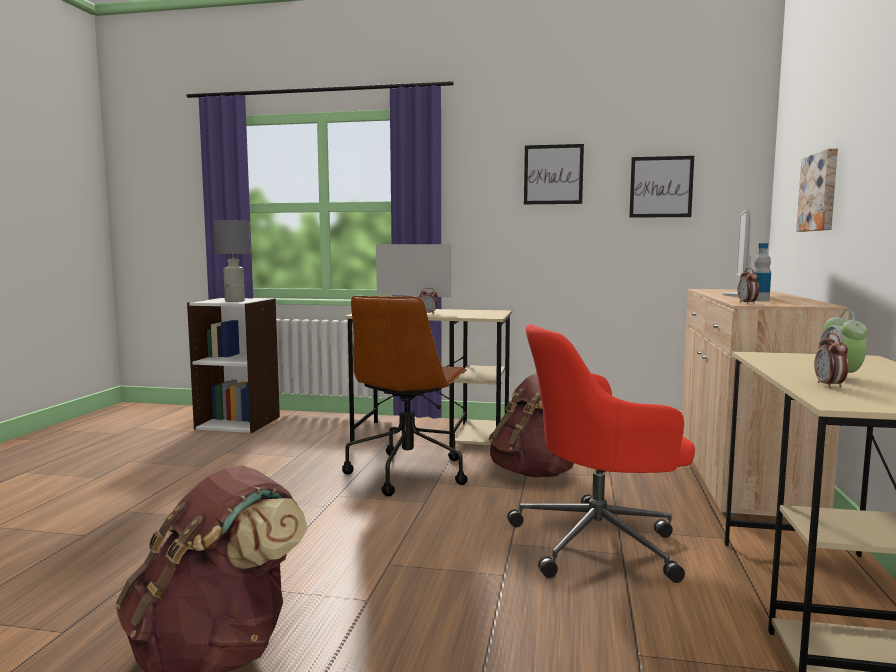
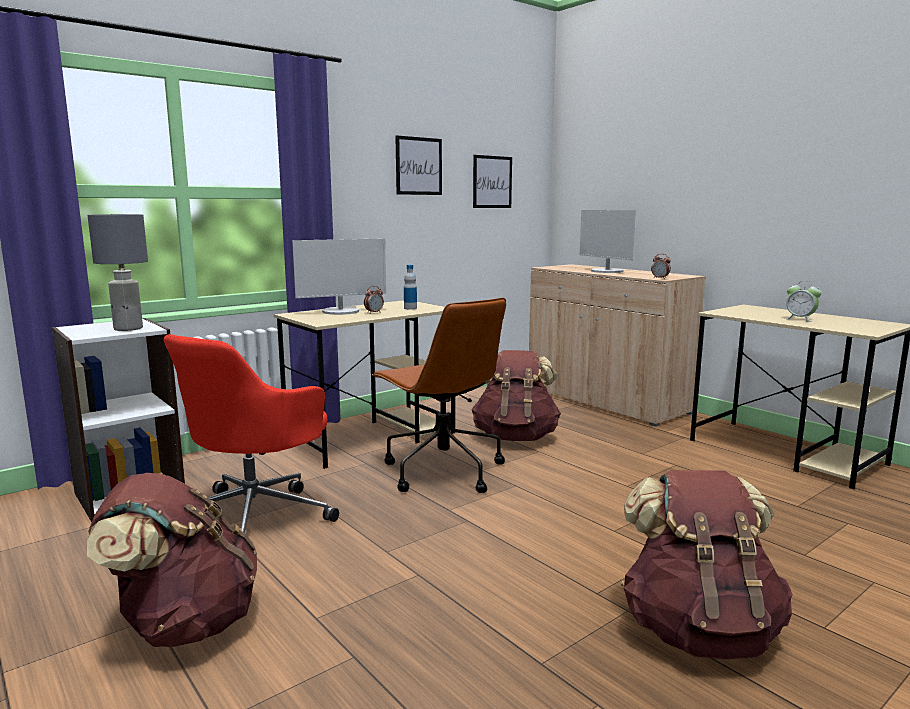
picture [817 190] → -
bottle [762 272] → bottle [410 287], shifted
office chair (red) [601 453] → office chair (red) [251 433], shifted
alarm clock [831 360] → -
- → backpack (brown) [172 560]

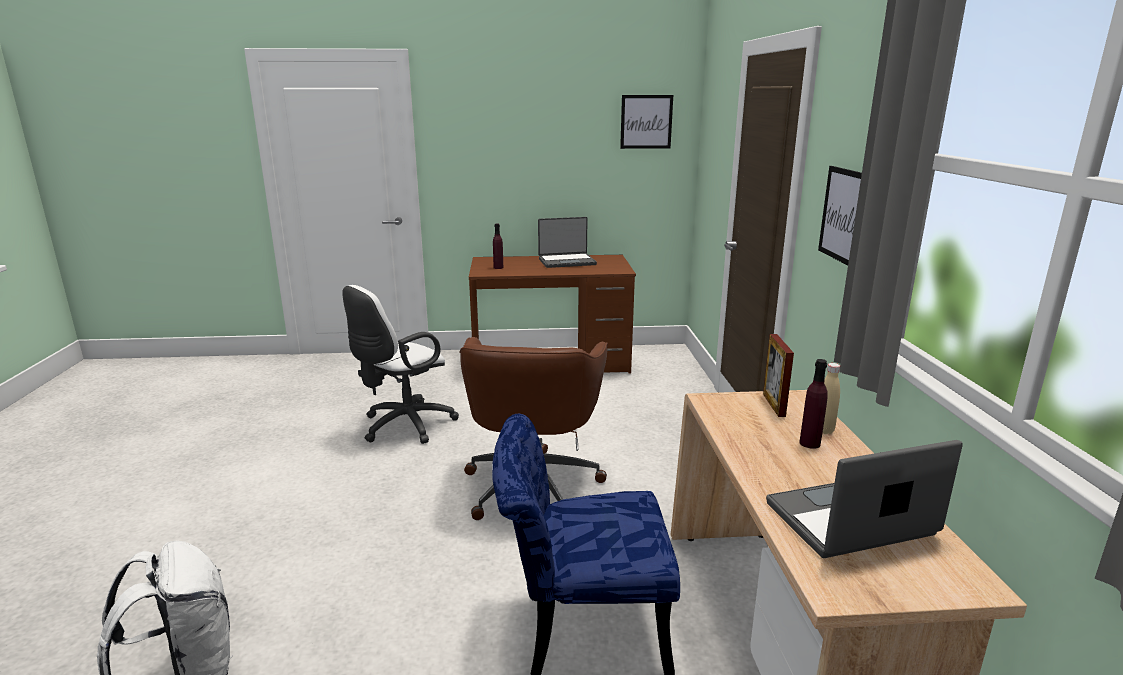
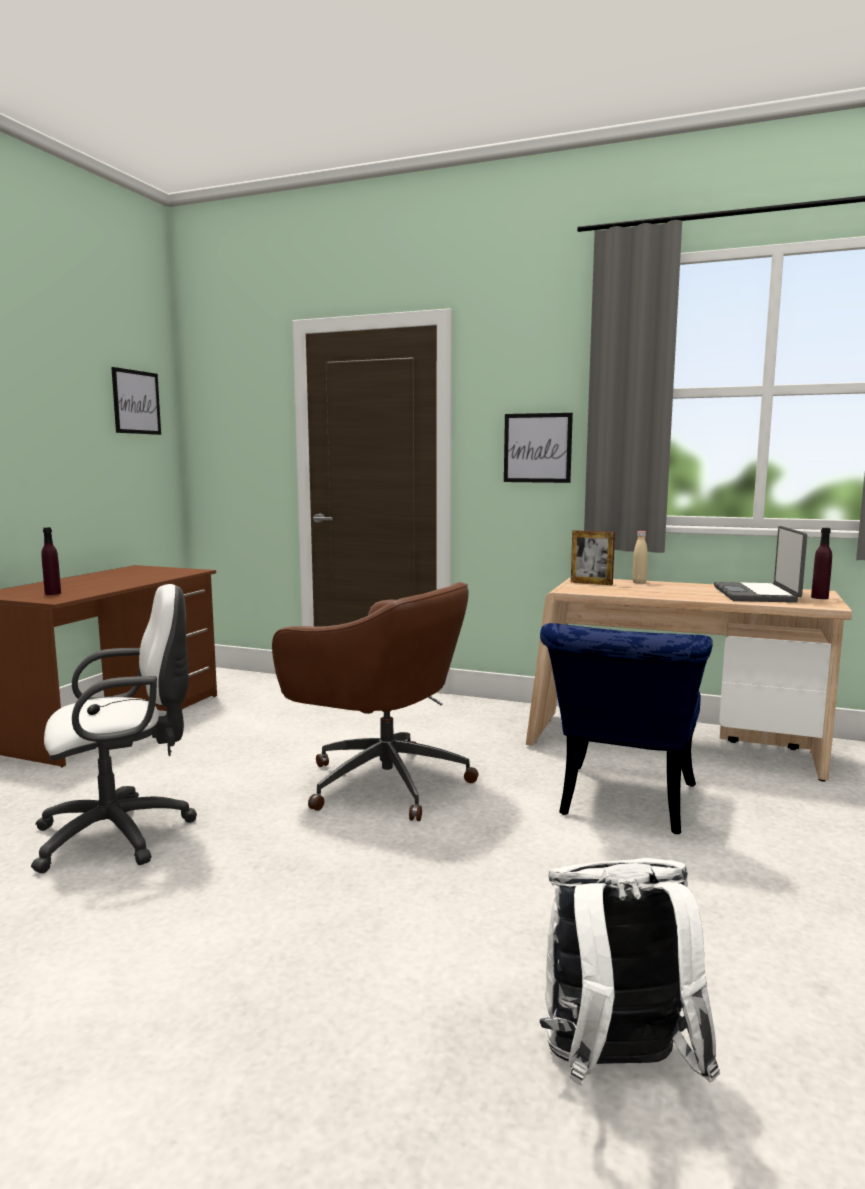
laptop [567 242] → -
office chair (white) [400 364] → office chair (white) [114 728], 90 degrees counterclockwise
bottle (purple) [813 404] → bottle (purple) [821 563], shifted

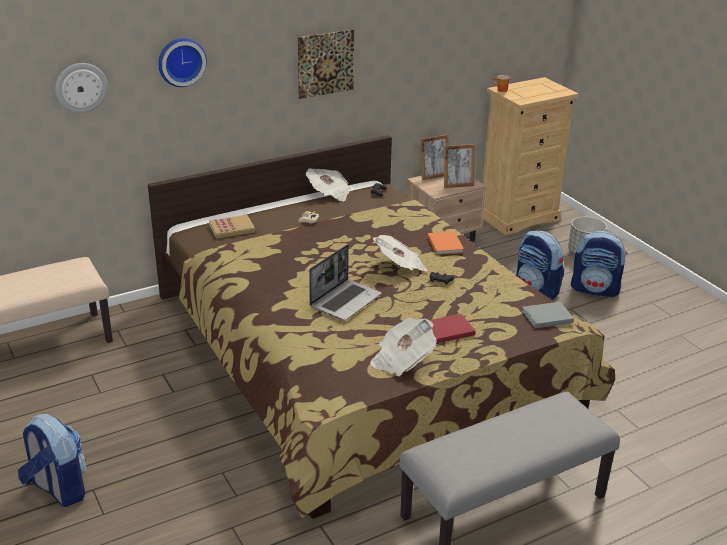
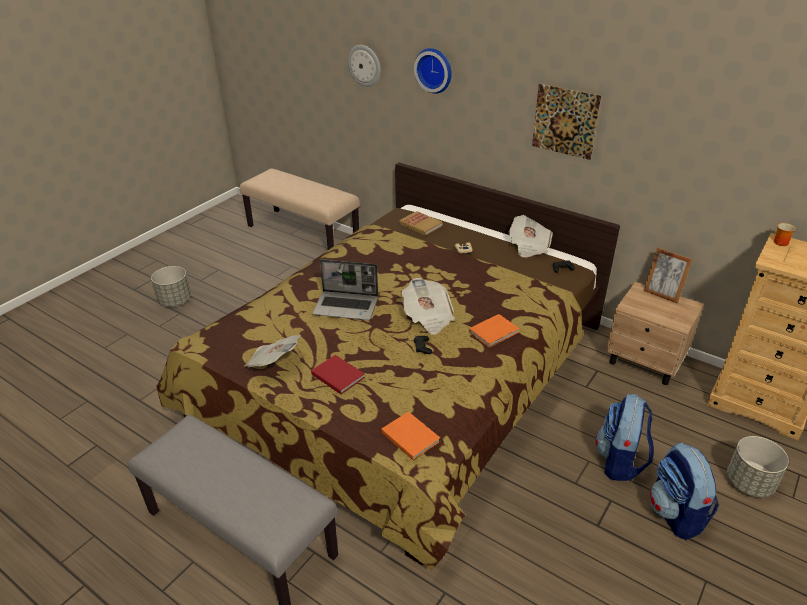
picture frame [459 166] → -
book (grey) [548 315] → book (orange) [410 436]
backpack [52 460] → planter (grey) [171 286]

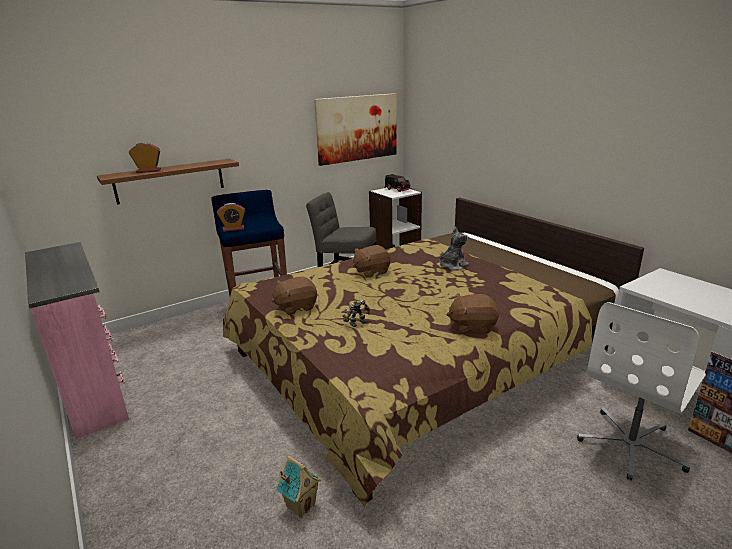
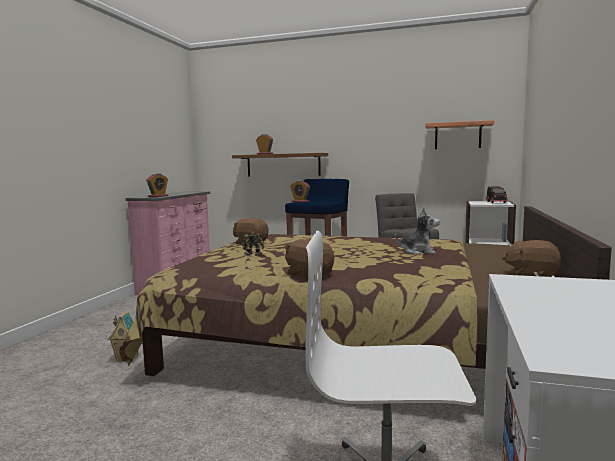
picture [355 129] → shelf [460 134]
plush toy (brown) [371 261] → plush toy (brown) [531 258], shifted
- → alarm clock [157 185]

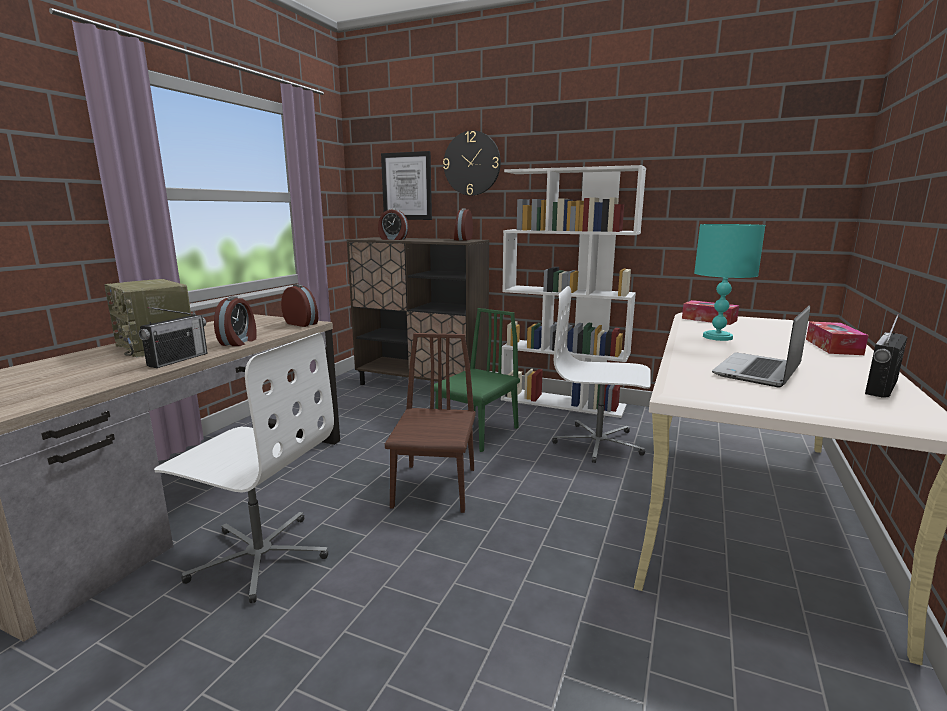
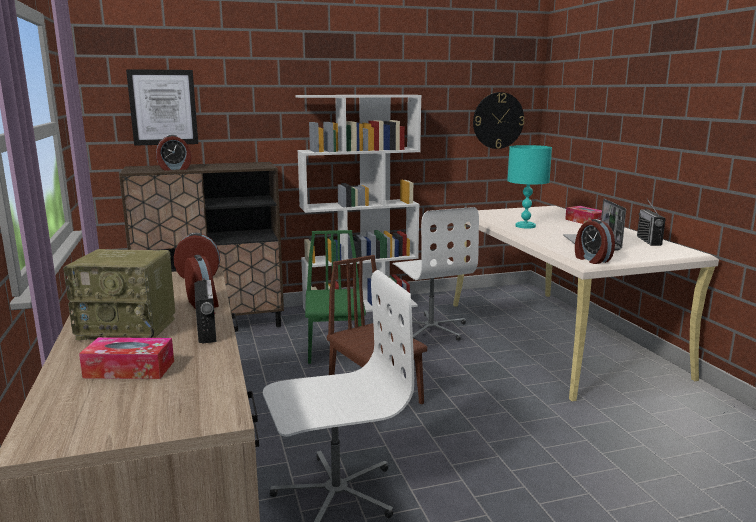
wall clock [472 163] → wall clock [499 120], shifted
alarm clock [463 224] → alarm clock [595 241], shifted
office chair (white) [601 374] → office chair (white) [435 274], 90 degrees counterclockwise
tissue box [710 312] → tissue box [126 358], shifted

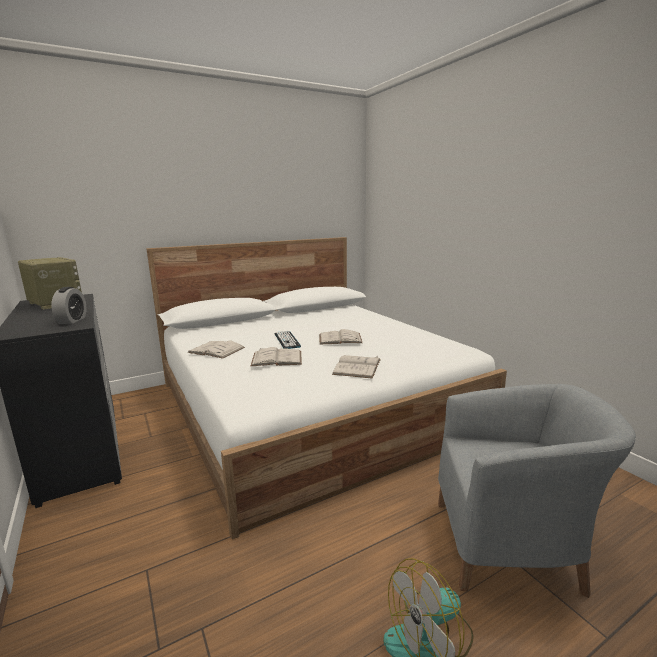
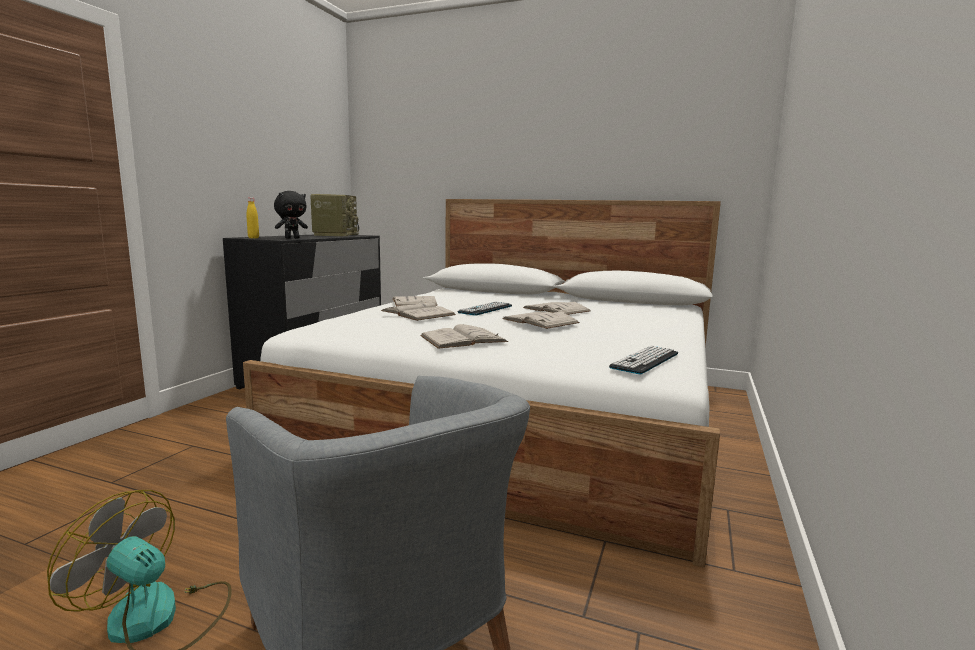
alarm clock [68 305] → plush toy (black) [291 215]
- → bottle (yellow) [253 218]
- → book (white) [556 308]
- → keyboard [643 360]

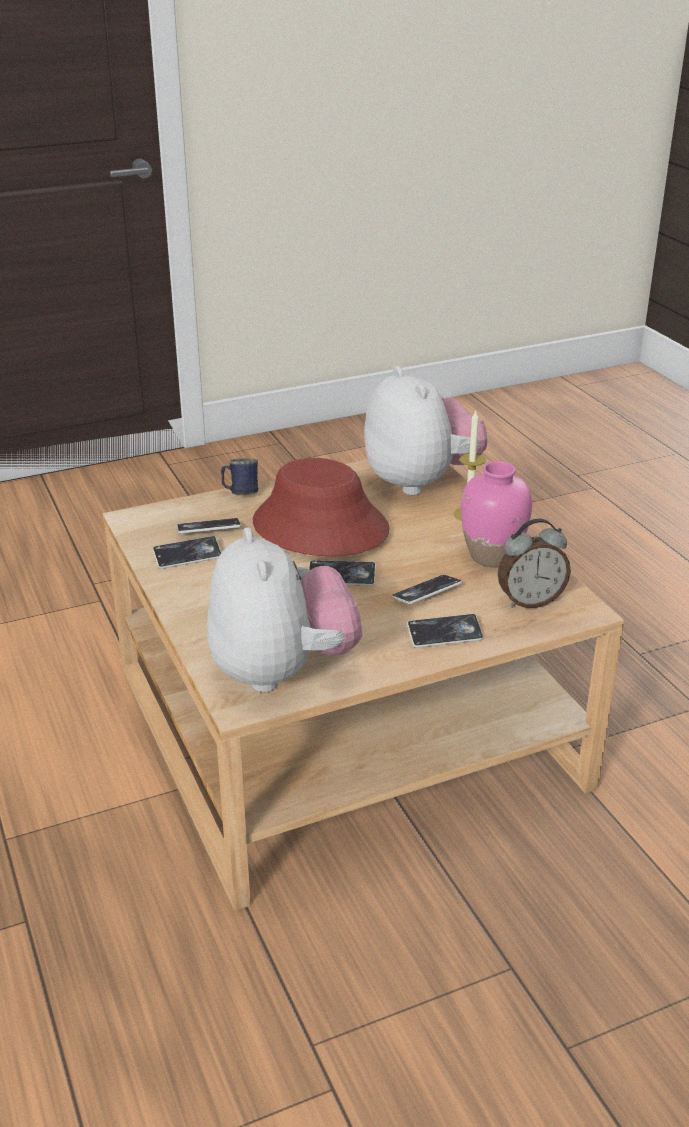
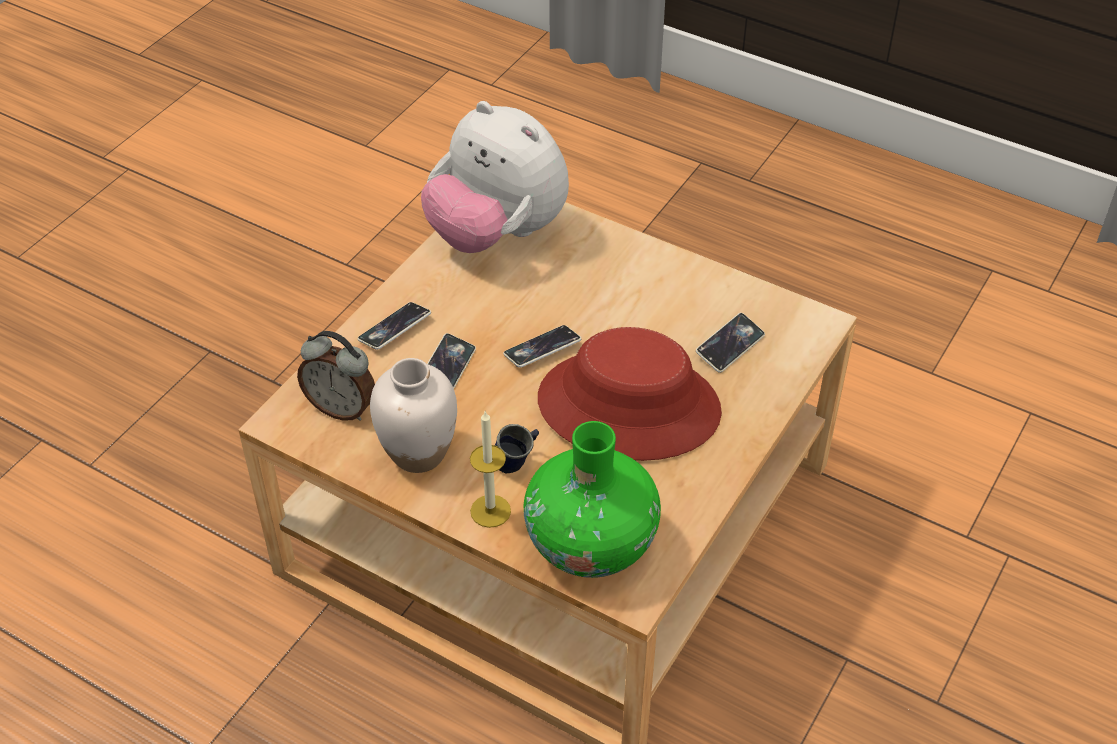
plush toy [425 431] → vase (green) [592 499]
mug (blue) [239 476] → mug (blue) [516 449], shifted
vase (pink) [496 514] → vase (white) [413 415]
alarm clock [534 563] → alarm clock [336 376], 105 degrees counterclockwise
phone [187 552] → -

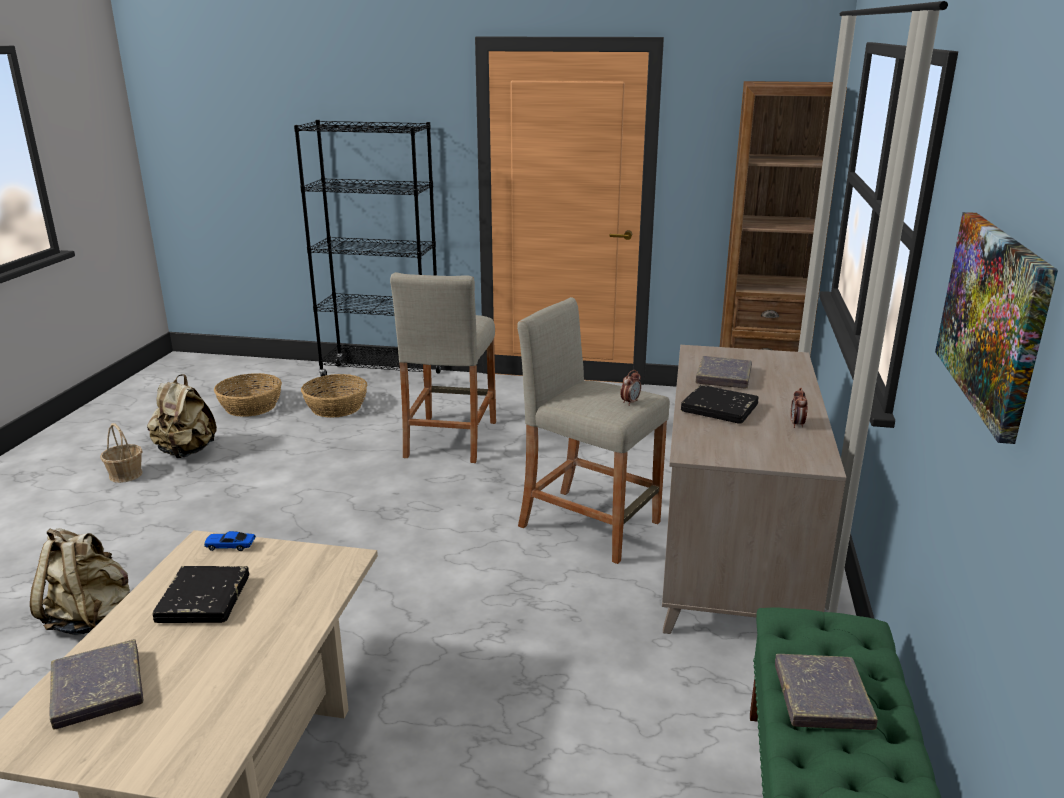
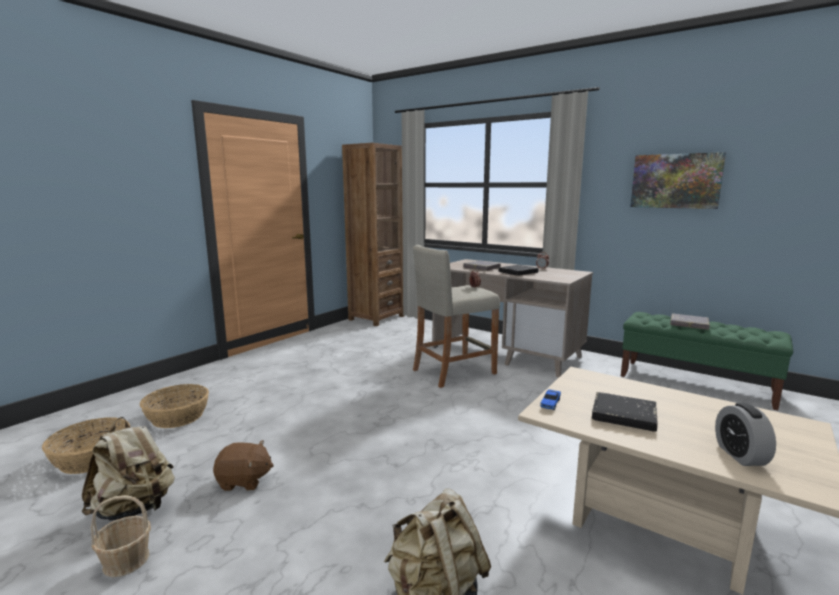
bookcase (black) [368 250] → -
stool (beige) [443 367] → -
book (grey) [96 684] → alarm clock [745 434]
- → plush toy (brown) [243 465]

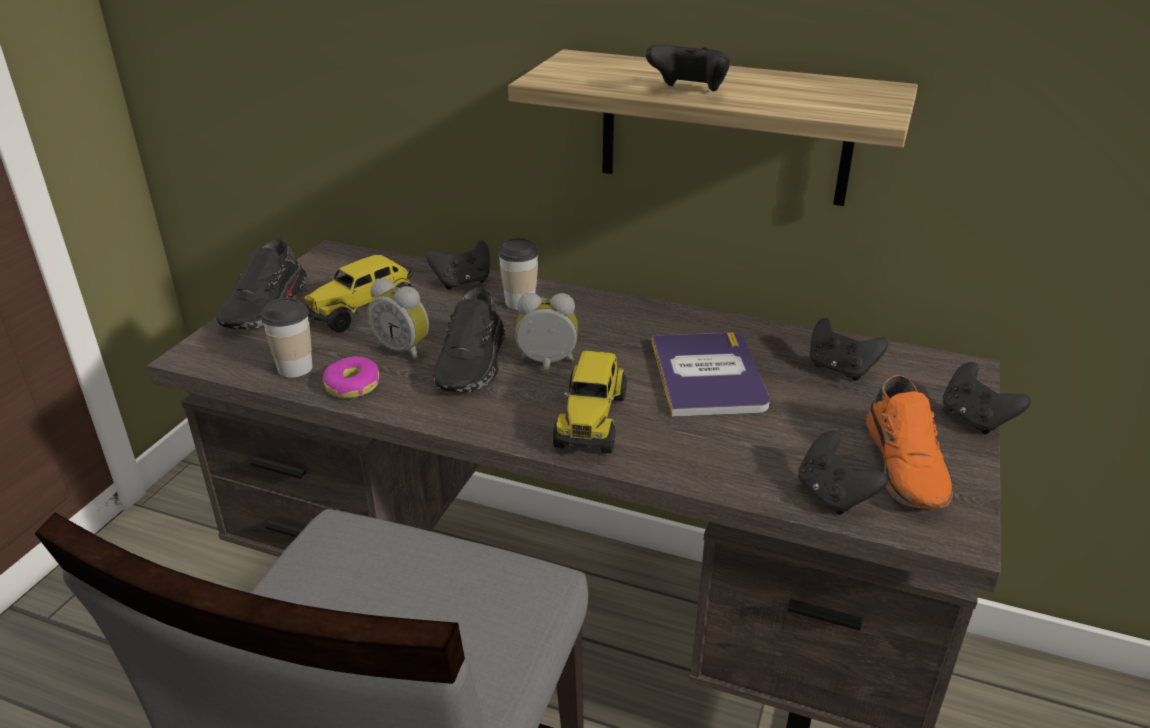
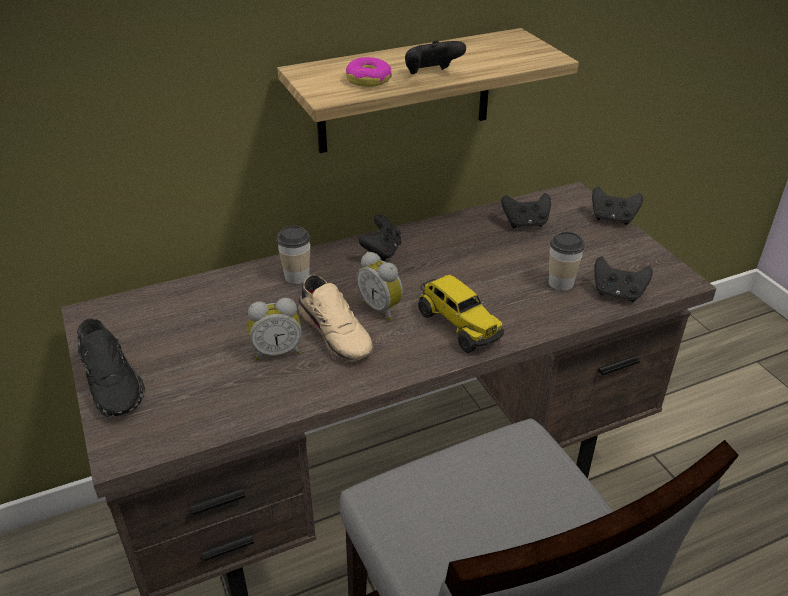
game controller (black) [458 265] → game controller (black) [380 238], shifted
toy truck [358 293] → -
shoe (black) [469 339] → shoe (beige) [335 318]
alarm clock [546 333] → alarm clock [379 286], 90 degrees counterclockwise
cup [287 338] → cup [567 261], shifted
book [711 375] → -
donut [351 377] → donut [369 72], shifted
shoe (orange) [909 442] → -

